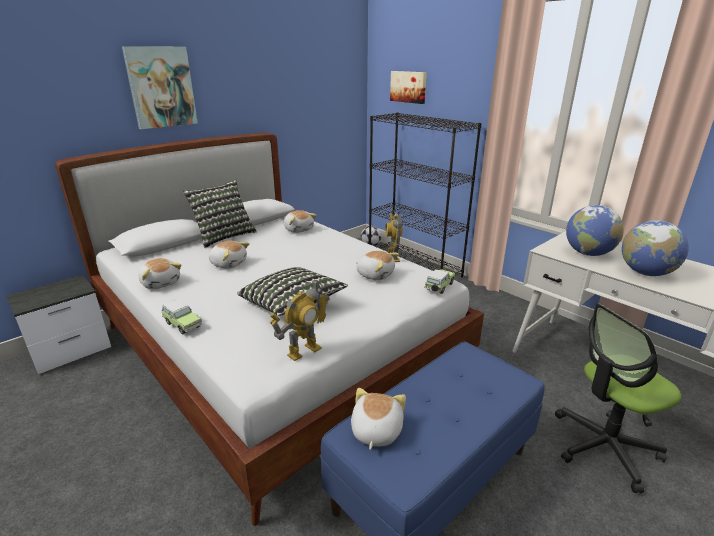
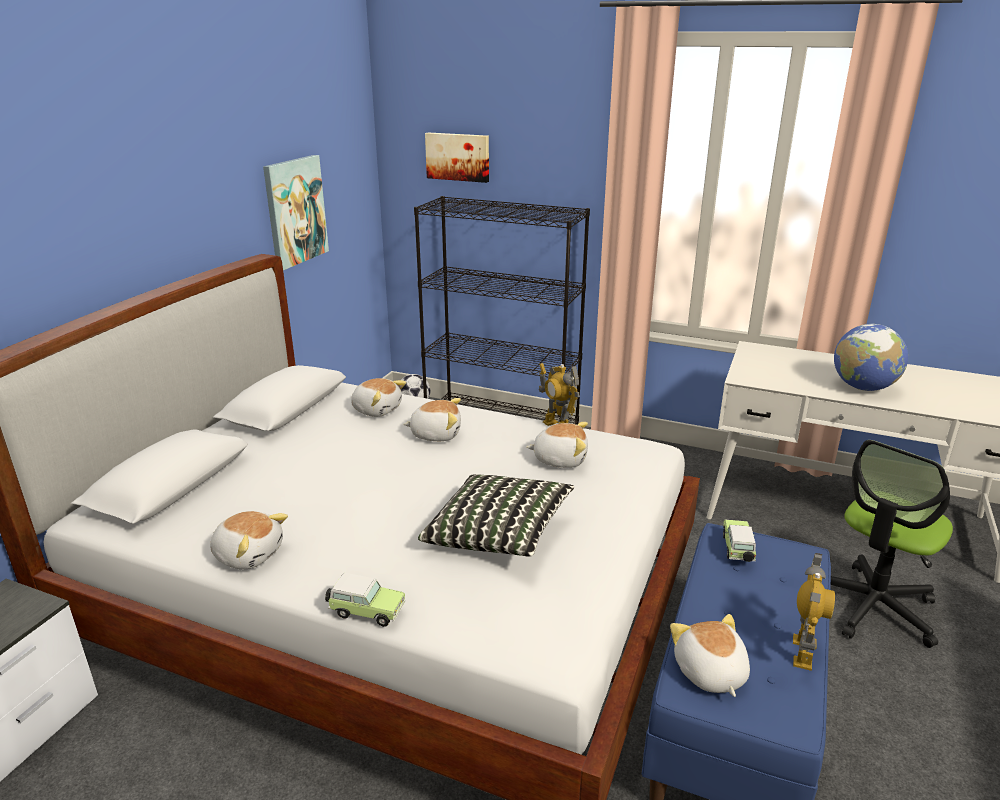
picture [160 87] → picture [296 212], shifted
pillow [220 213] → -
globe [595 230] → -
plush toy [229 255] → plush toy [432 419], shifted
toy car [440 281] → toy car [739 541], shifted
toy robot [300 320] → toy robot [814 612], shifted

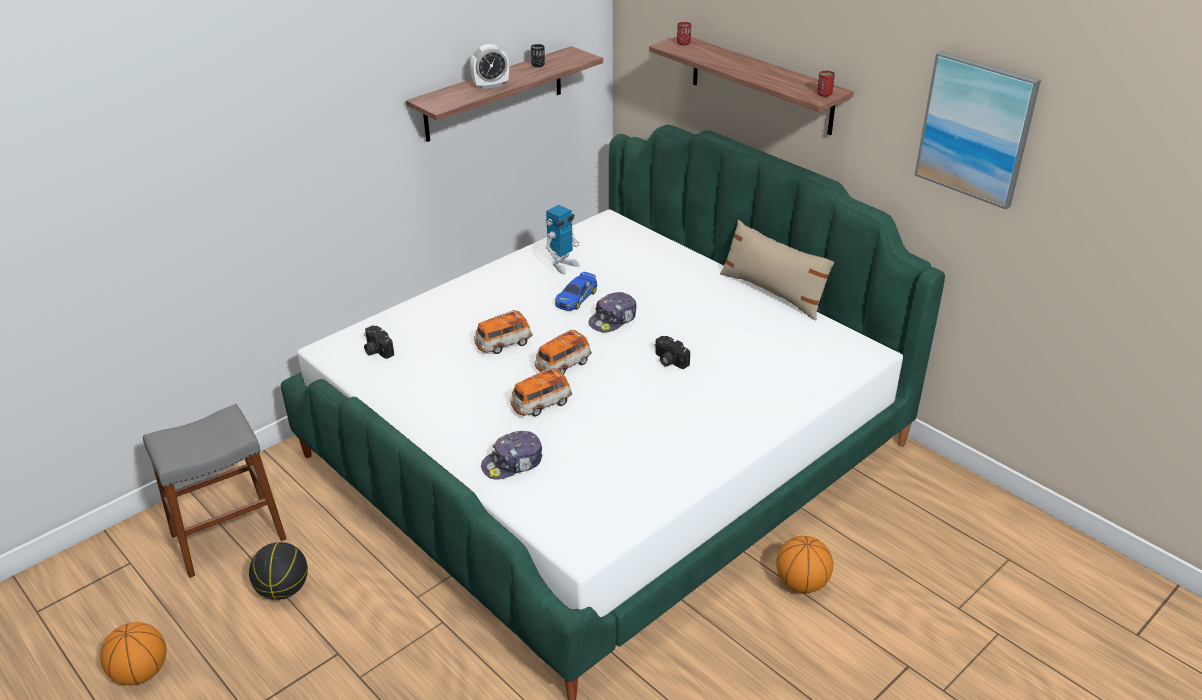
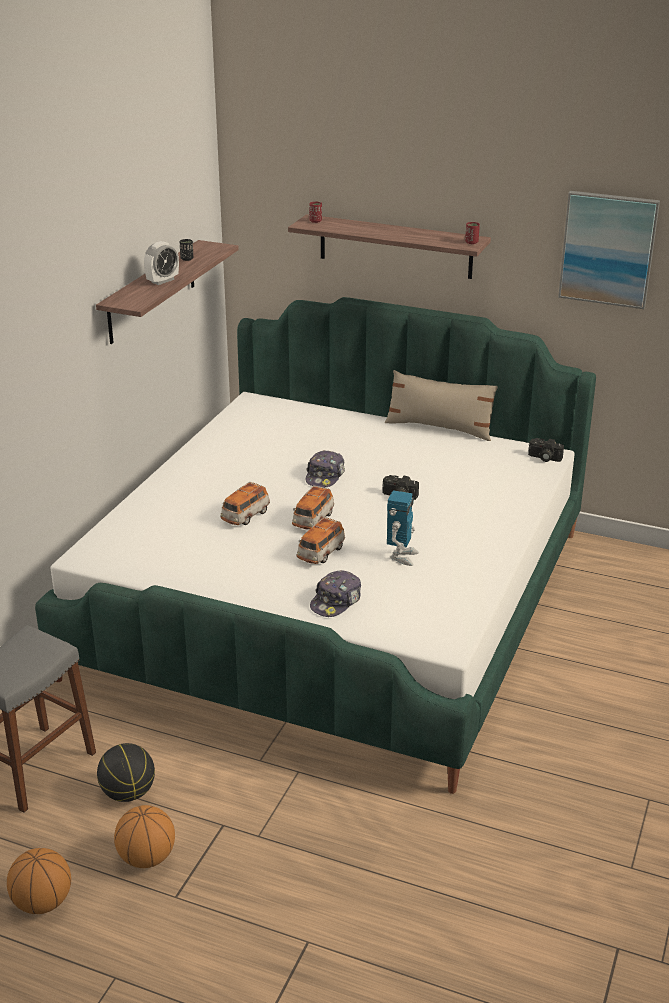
toy robot [562 239] → toy robot [403 528], shifted
toy car [576 291] → -
photo camera [379 342] → photo camera [546 450], shifted
basketball [804 564] → basketball [144 836], shifted

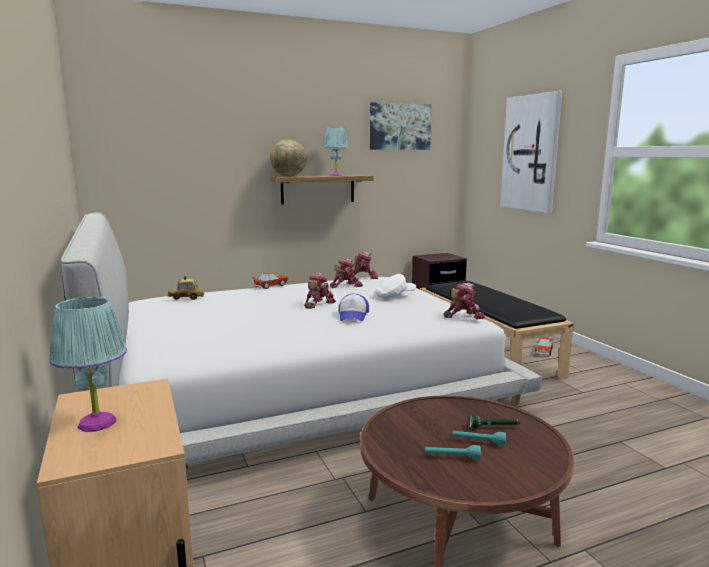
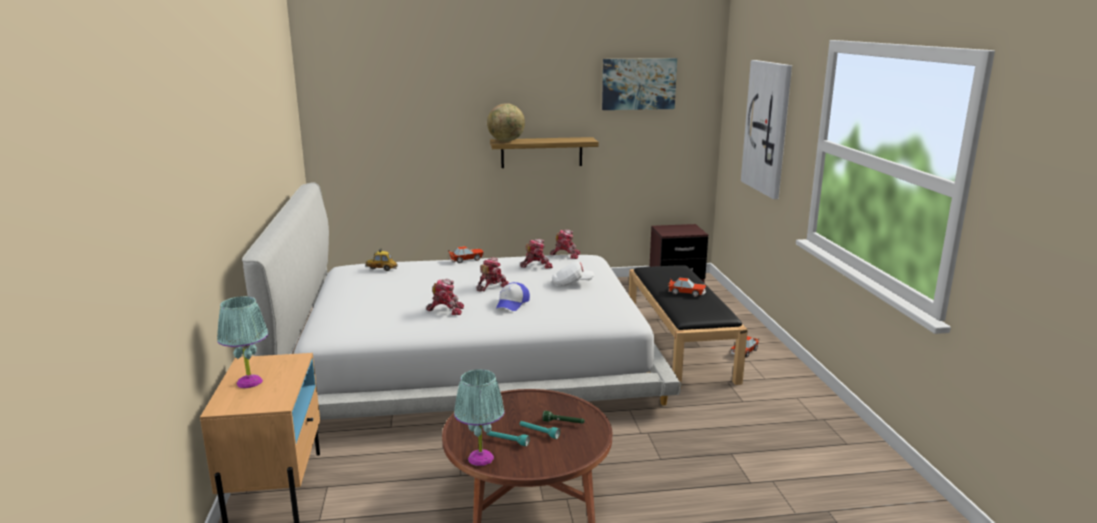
table lamp (turquoise) [336 151] → table lamp (turquoise) [479 417], shifted
toy robot [464 301] → toy robot [445 297], shifted
- → toy car [687 287]

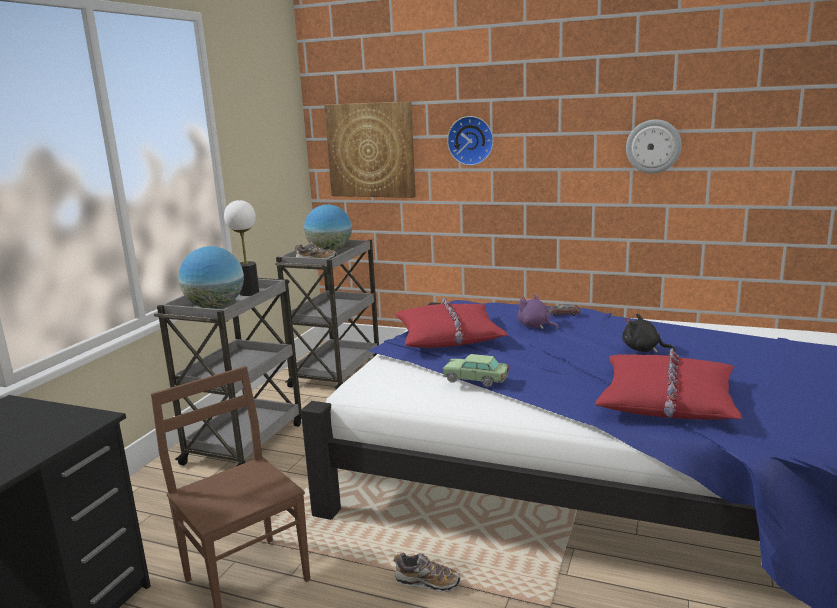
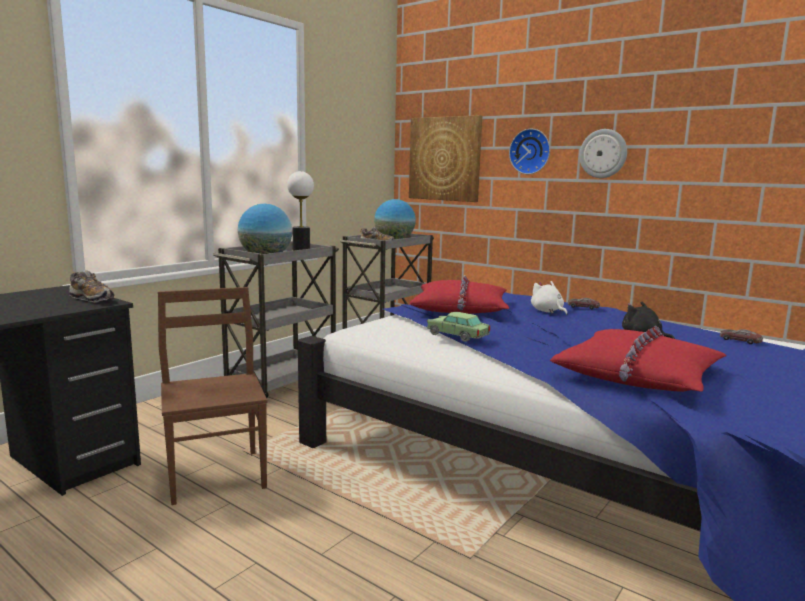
wall clock [654 146] → wall clock [603 153], shifted
plush toy (purple) [538 311] → plush toy (white) [549 298]
shoe [426 572] → shoe [91 286], shifted
- → toy car [741 336]

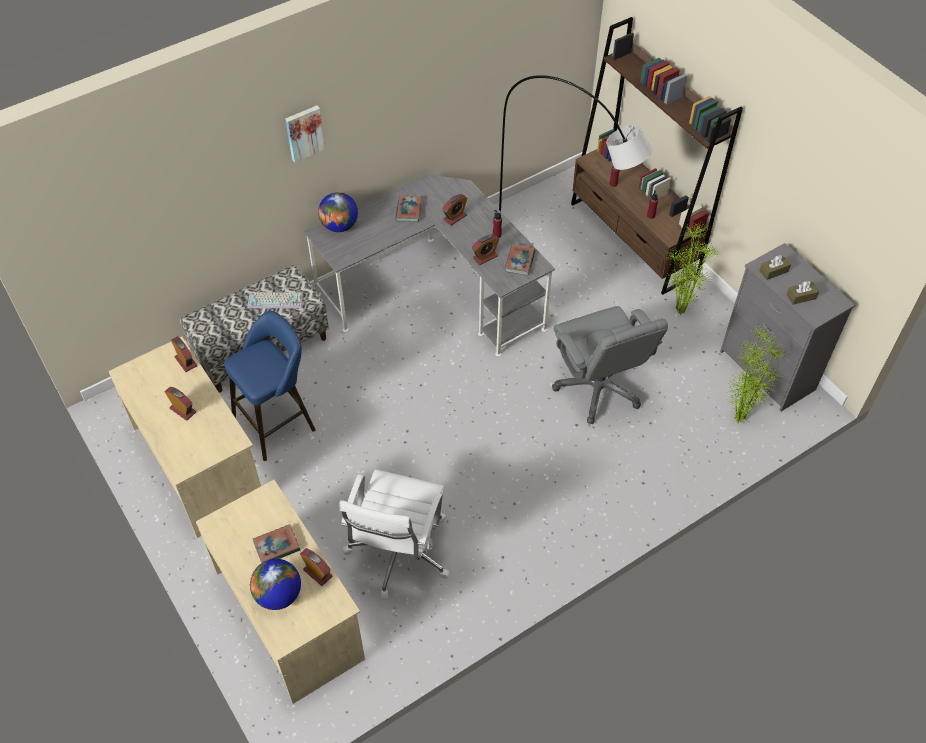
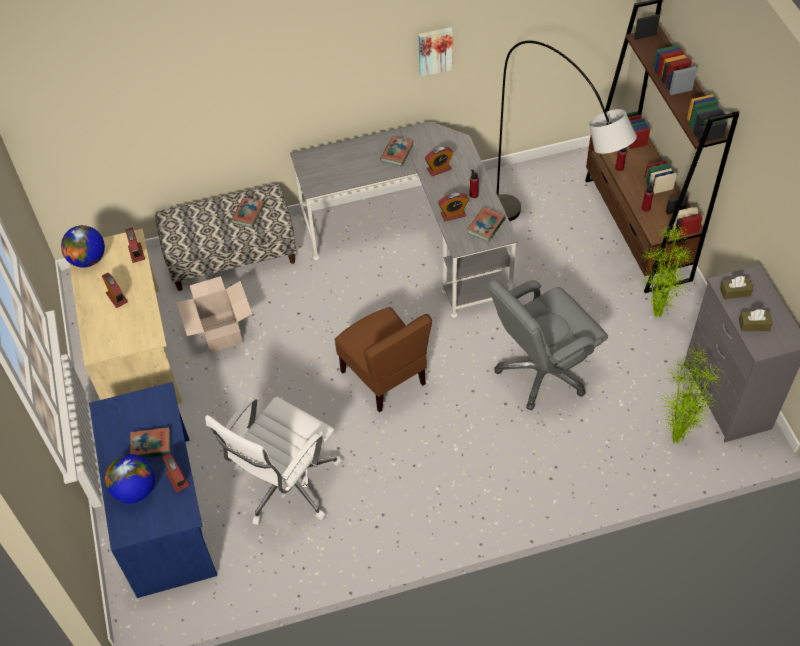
picture [305 134] → picture [435 52], shifted
globe [338 212] → globe [83 246], shifted
keyboard [275 300] → book [247 212]
office chair (grey) [610 365] → office chair (grey) [548 344], 60 degrees clockwise
stool (blue) [270 386] → cardboard box [214 314]
desk (beige) [280 592] → desk (blue) [153 490]
- → chair (brown) [383 359]

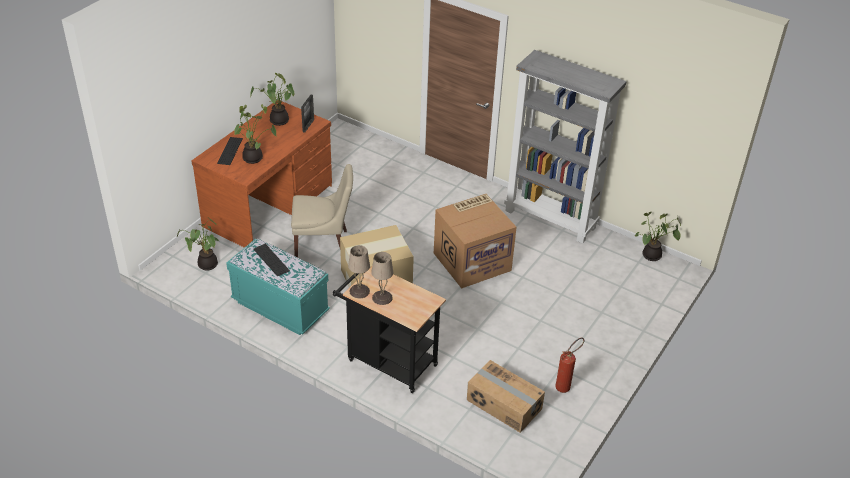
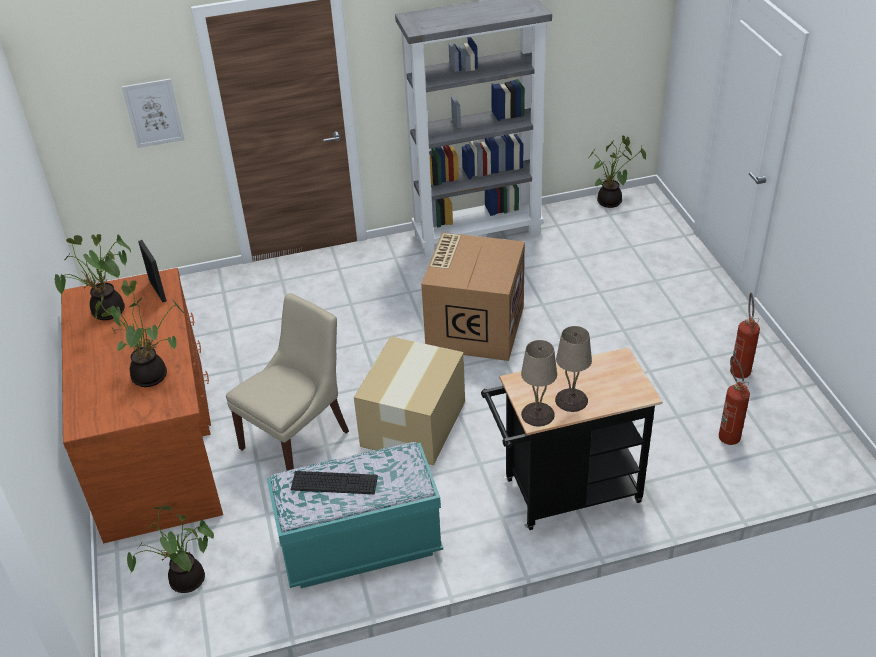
keyboard [230 151] → -
cardboard box [506 396] → fire extinguisher [734 400]
- → picture [153 113]

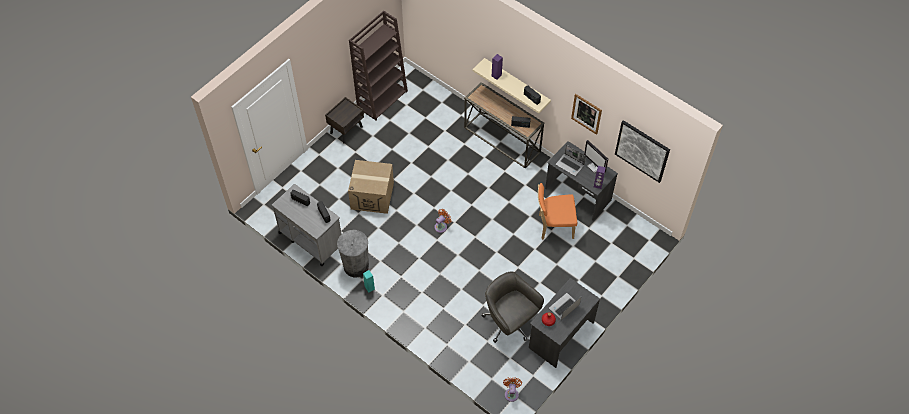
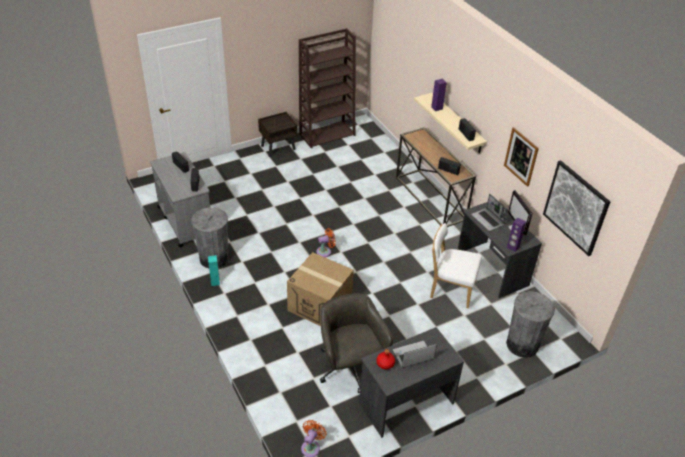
cardboard box [371 187] → cardboard box [320 289], shifted
chair (orange) [557 211] → chair (white) [456 265]
- → trash can (grey) [530 324]

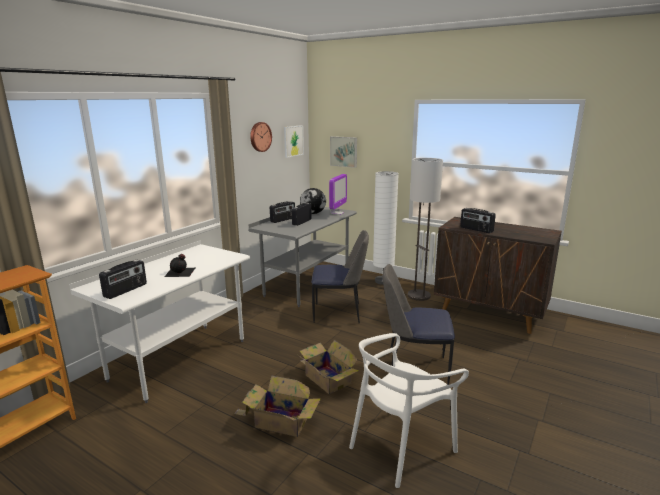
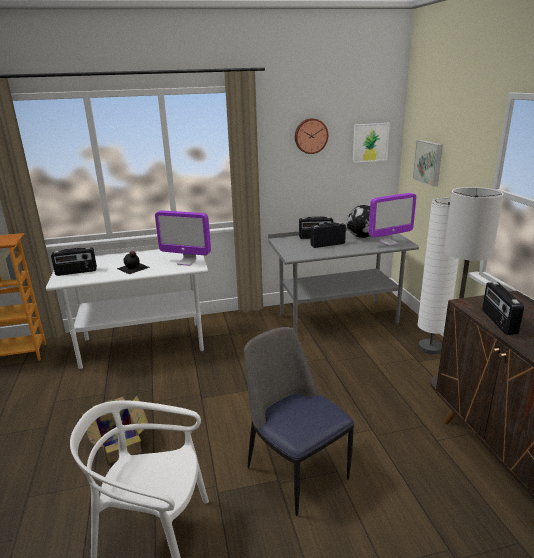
chair [340 276] → -
cardboard box [328 367] → -
- → monitor [183 238]

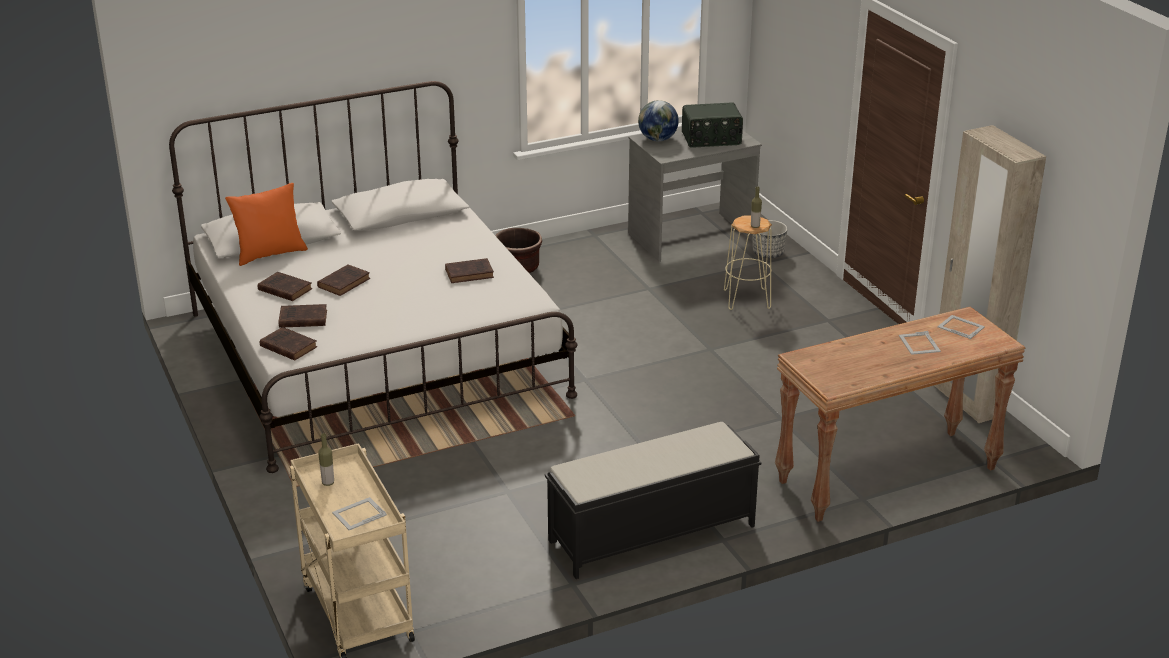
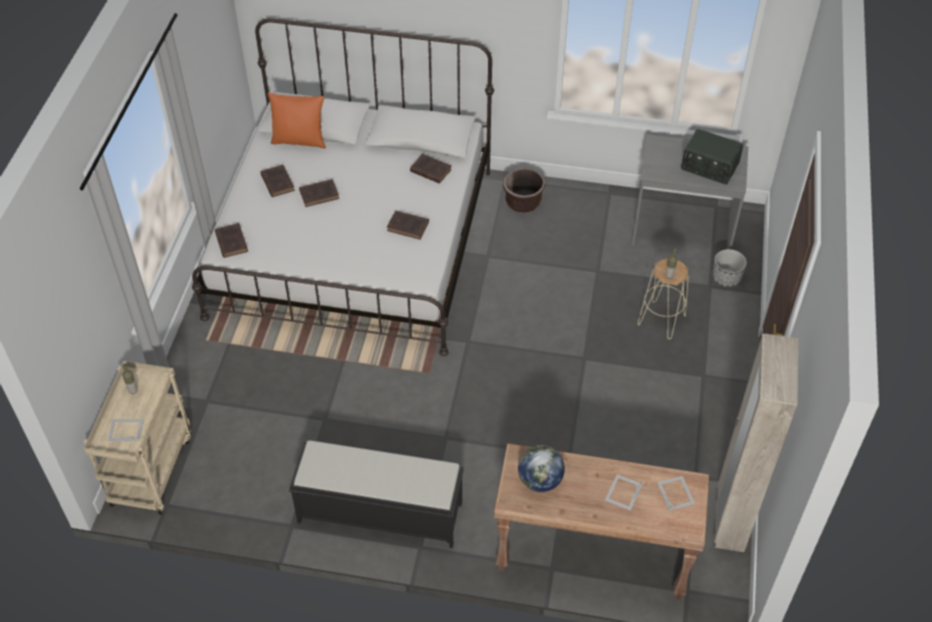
globe [658 120] → globe [541 468], shifted
book (brown) [302 316] → book (brown) [431 169], shifted

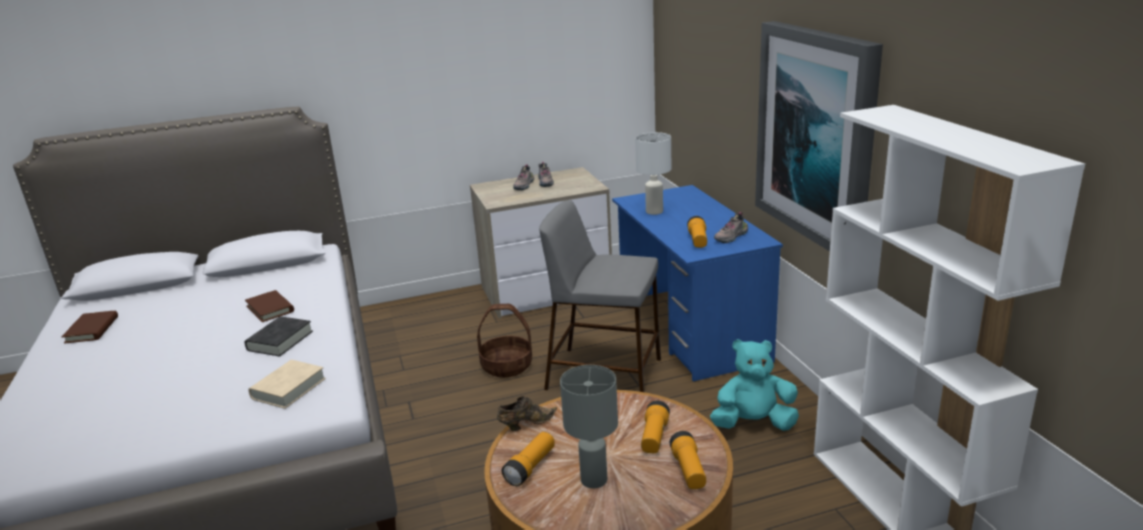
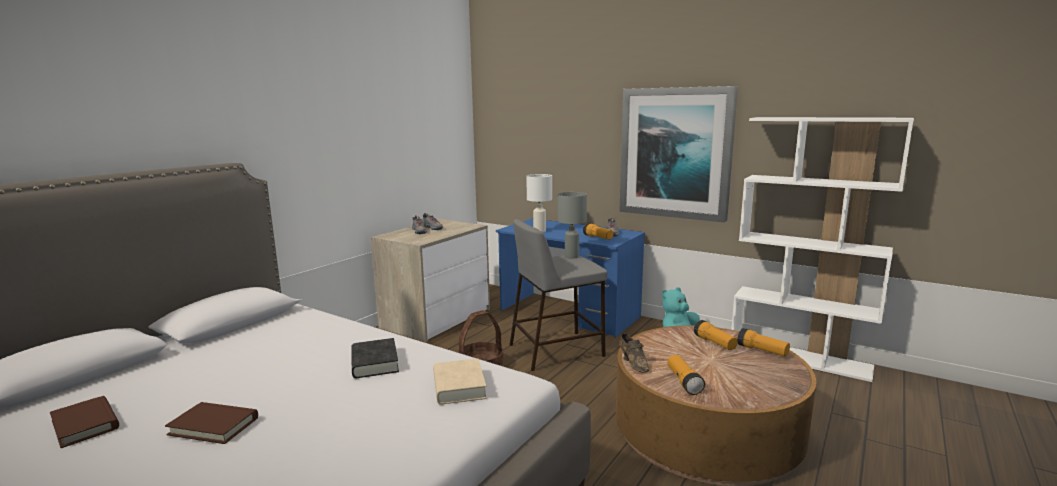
book (brown) [269 306] → book (brown) [211 423], shifted
table lamp (grey) [589 426] → table lamp (grey) [572 225], shifted
shoe (brown) [527 413] → shoe (brown) [634 353], 135 degrees clockwise

